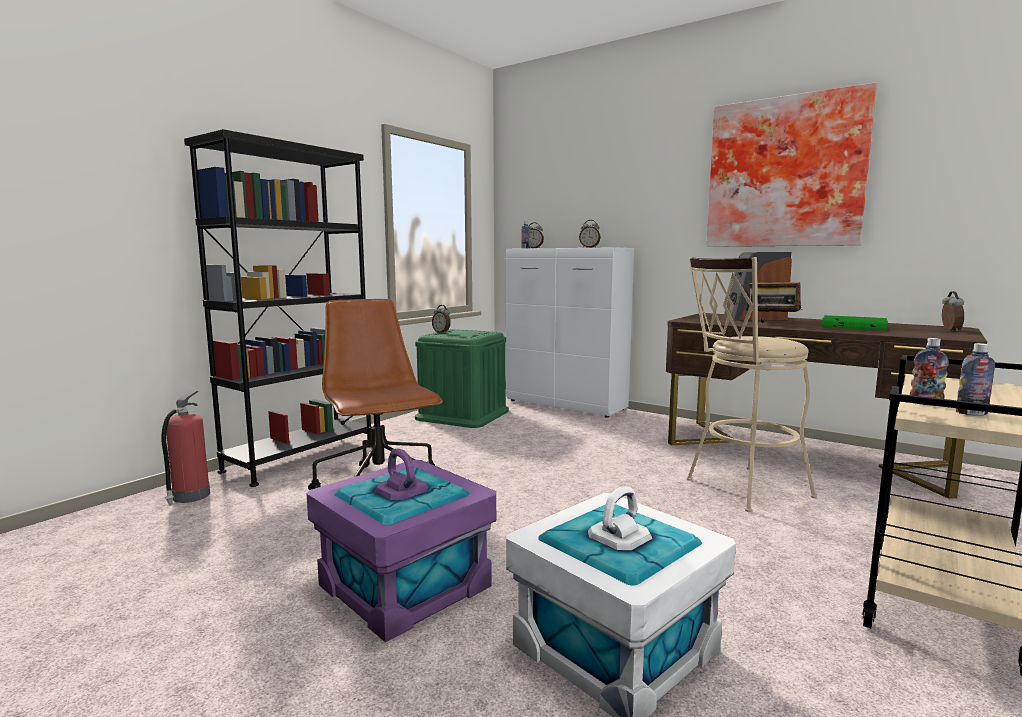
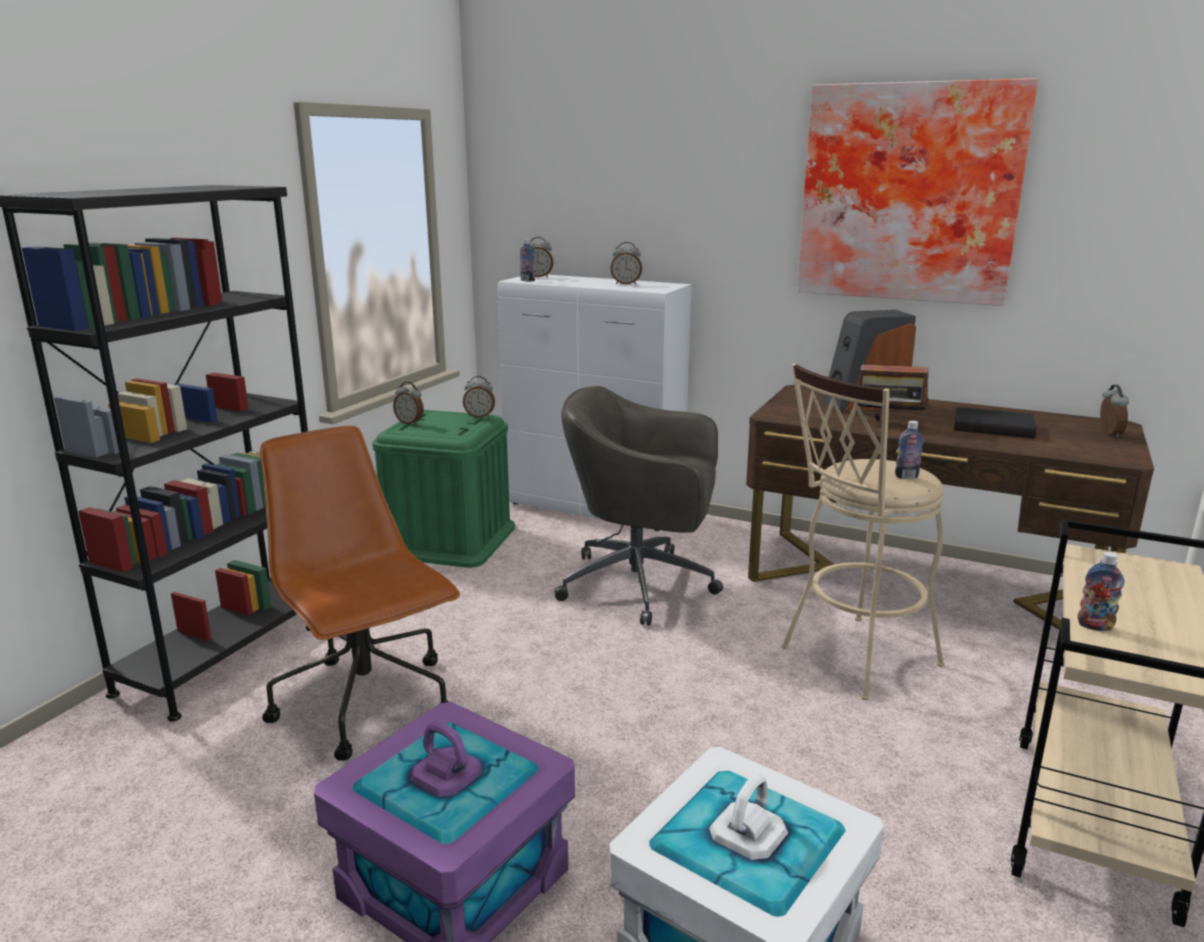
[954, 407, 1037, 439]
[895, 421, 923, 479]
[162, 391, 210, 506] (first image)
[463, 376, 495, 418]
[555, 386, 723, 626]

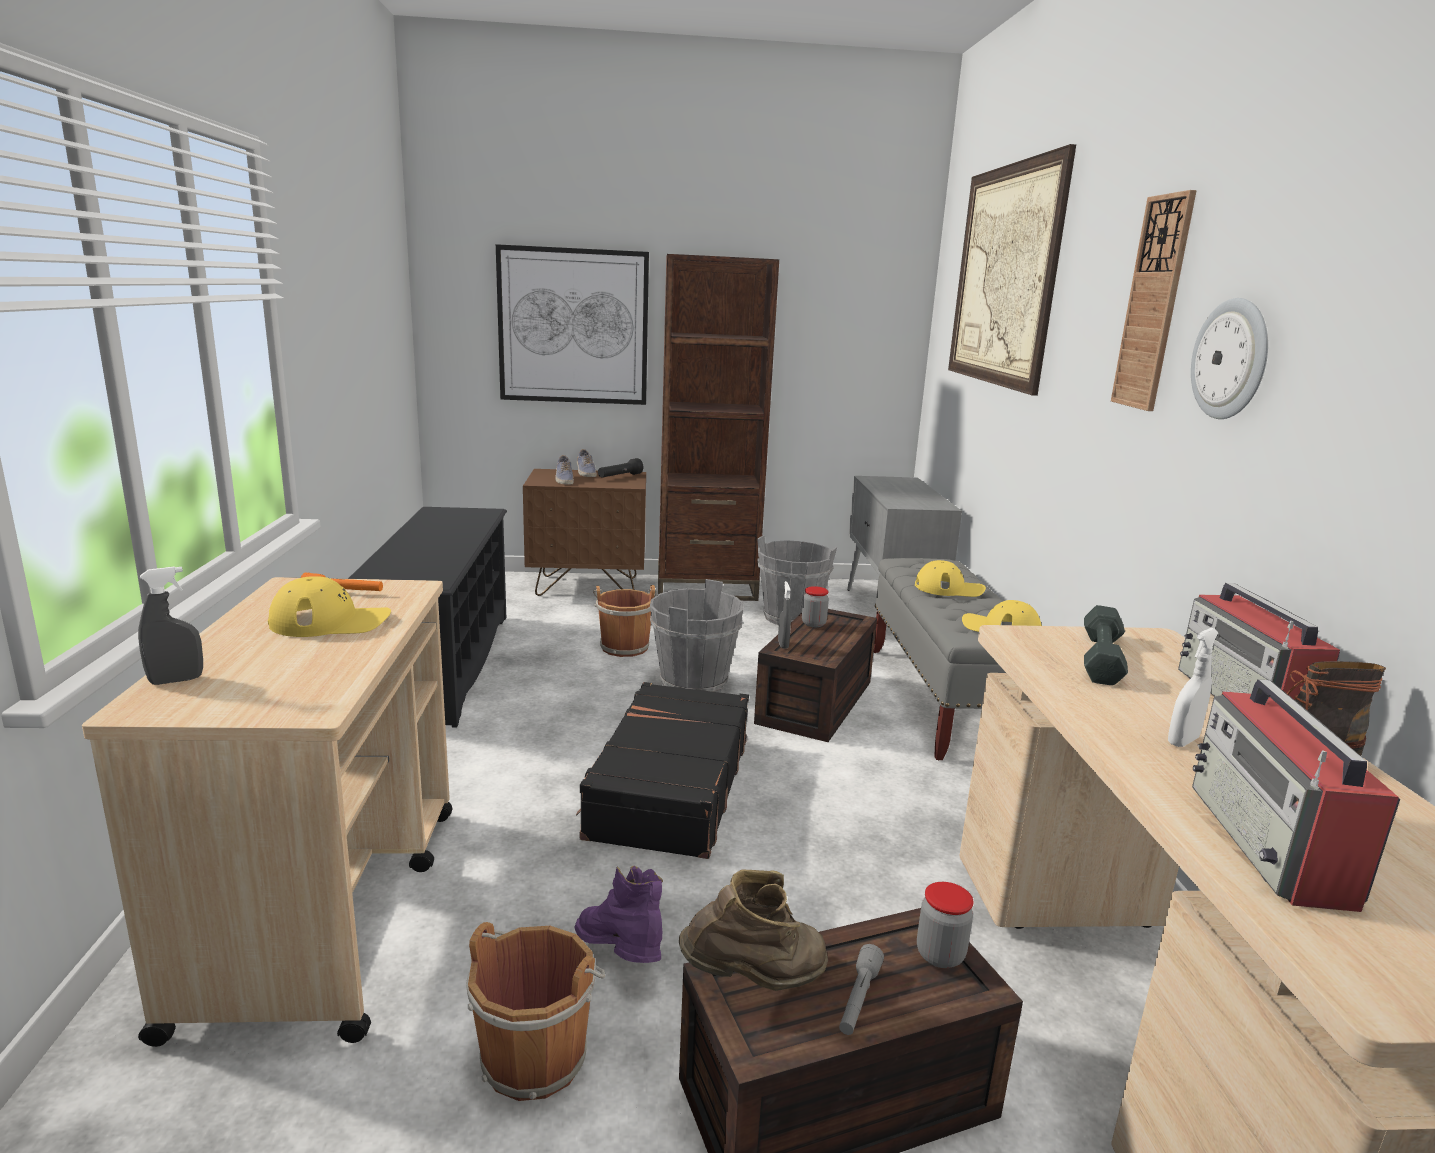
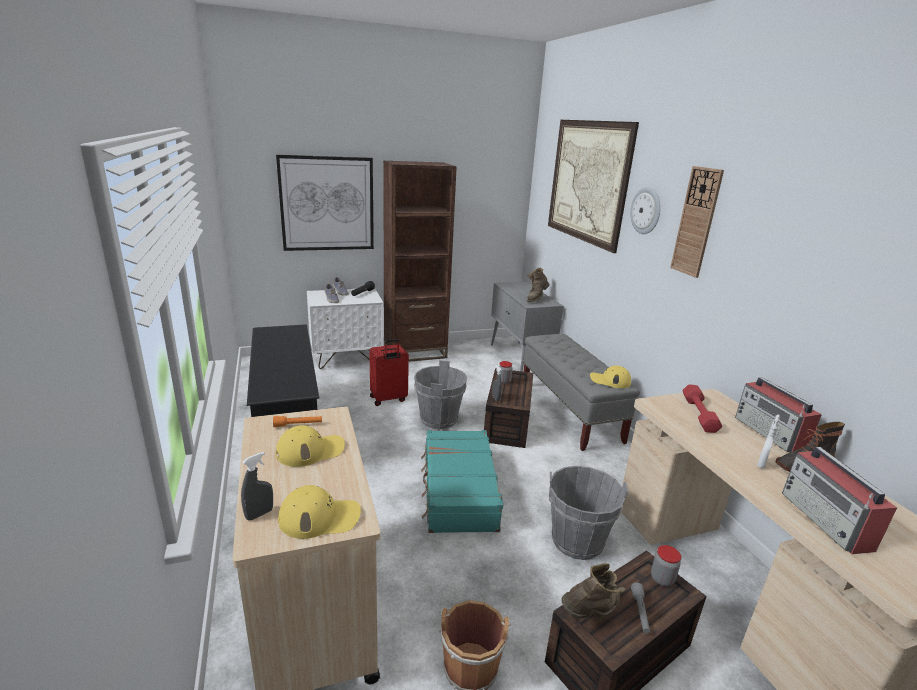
[630, 187, 660, 234]
[307, 288, 384, 369]
[549, 466, 628, 560]
[278, 485, 361, 539]
[369, 339, 409, 406]
[682, 384, 722, 433]
[421, 430, 503, 533]
[574, 865, 663, 963] (first image)
[527, 267, 550, 302]

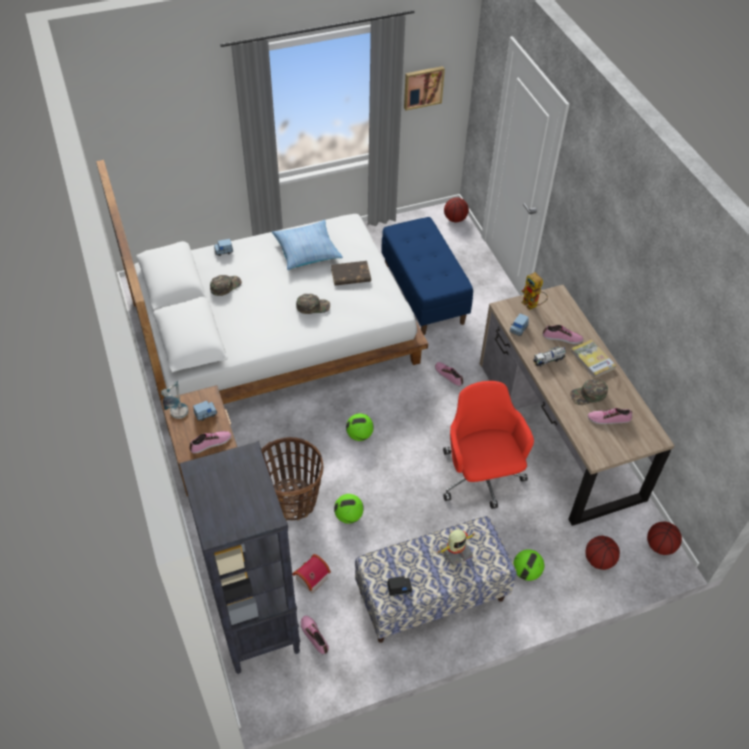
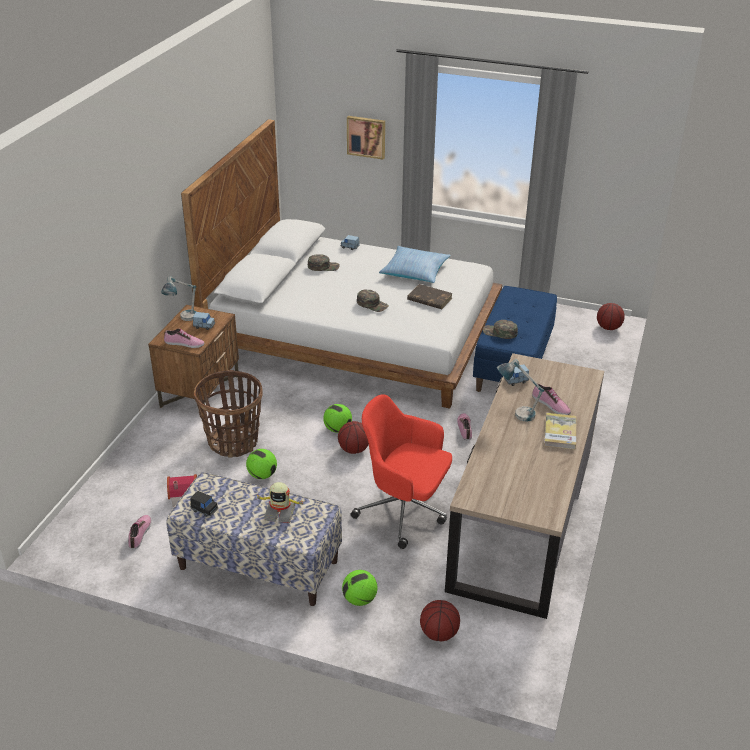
[347, 116, 385, 160]
[521, 272, 548, 310] (first image)
[497, 359, 544, 422]
[483, 320, 518, 339]
[351, 394, 452, 549]
[588, 408, 632, 424] (first image)
[180, 441, 301, 674] (first image)
[338, 421, 369, 454]

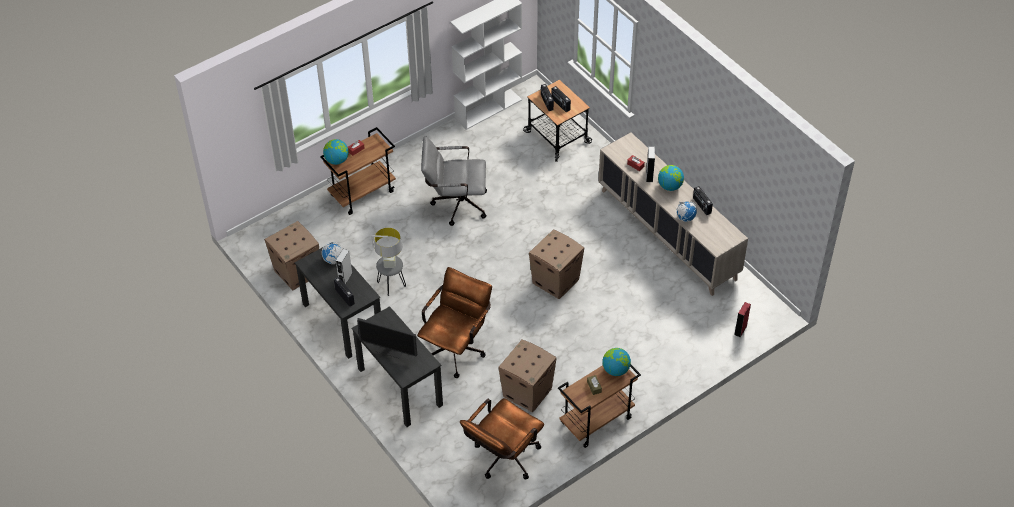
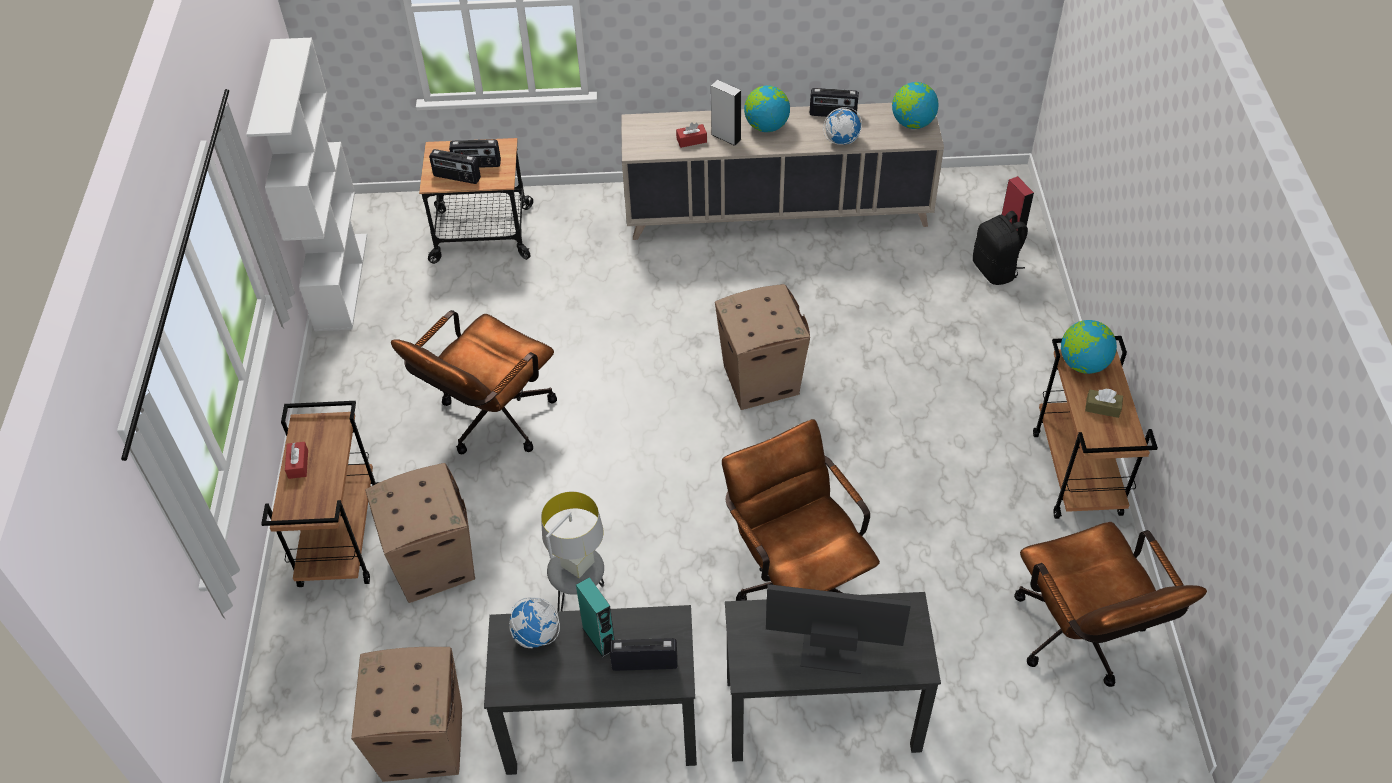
[391, 310, 557, 454]
[892, 82, 939, 129]
[576, 577, 615, 657]
[766, 584, 911, 674]
[365, 463, 475, 603]
[973, 211, 1028, 285]

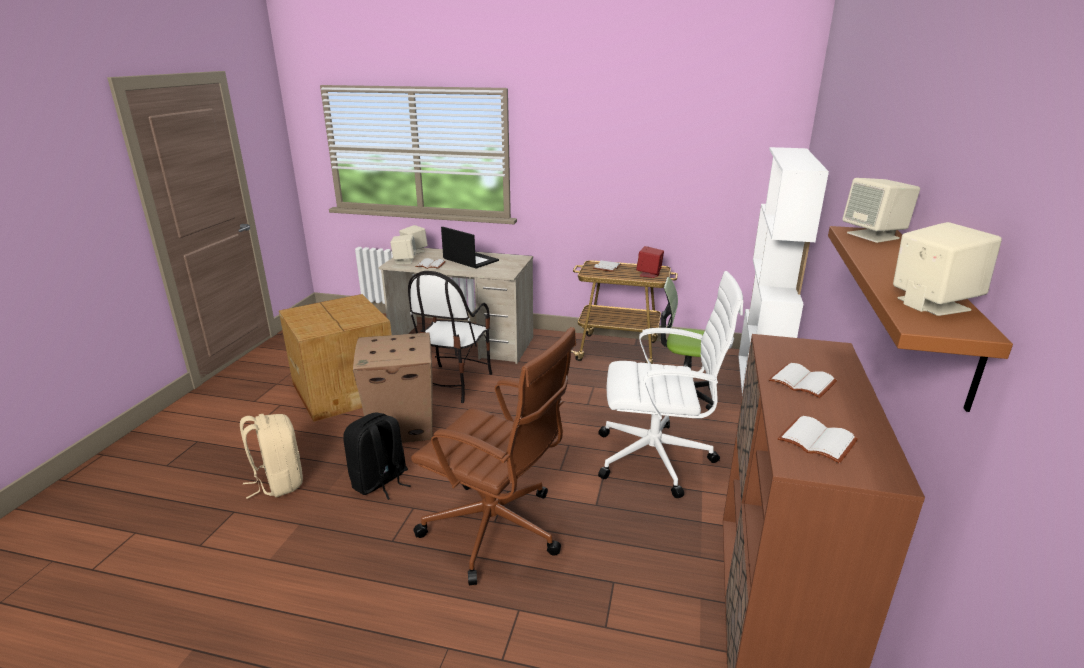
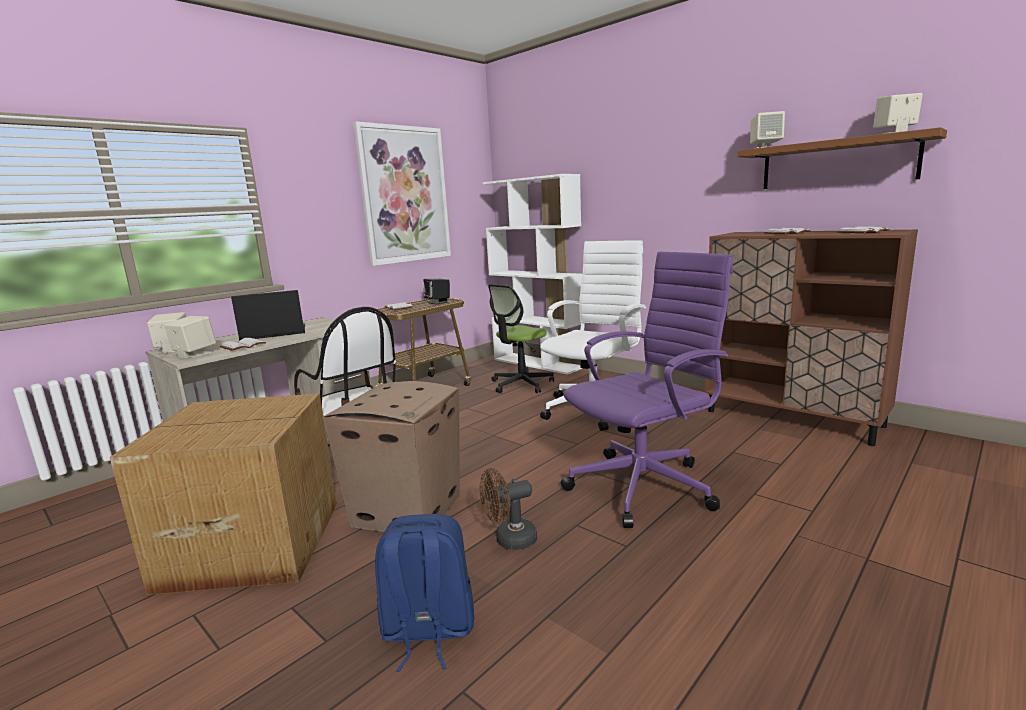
[424, 279, 450, 304]
[560, 252, 733, 528]
[479, 468, 537, 550]
[375, 514, 474, 672]
[353, 122, 451, 266]

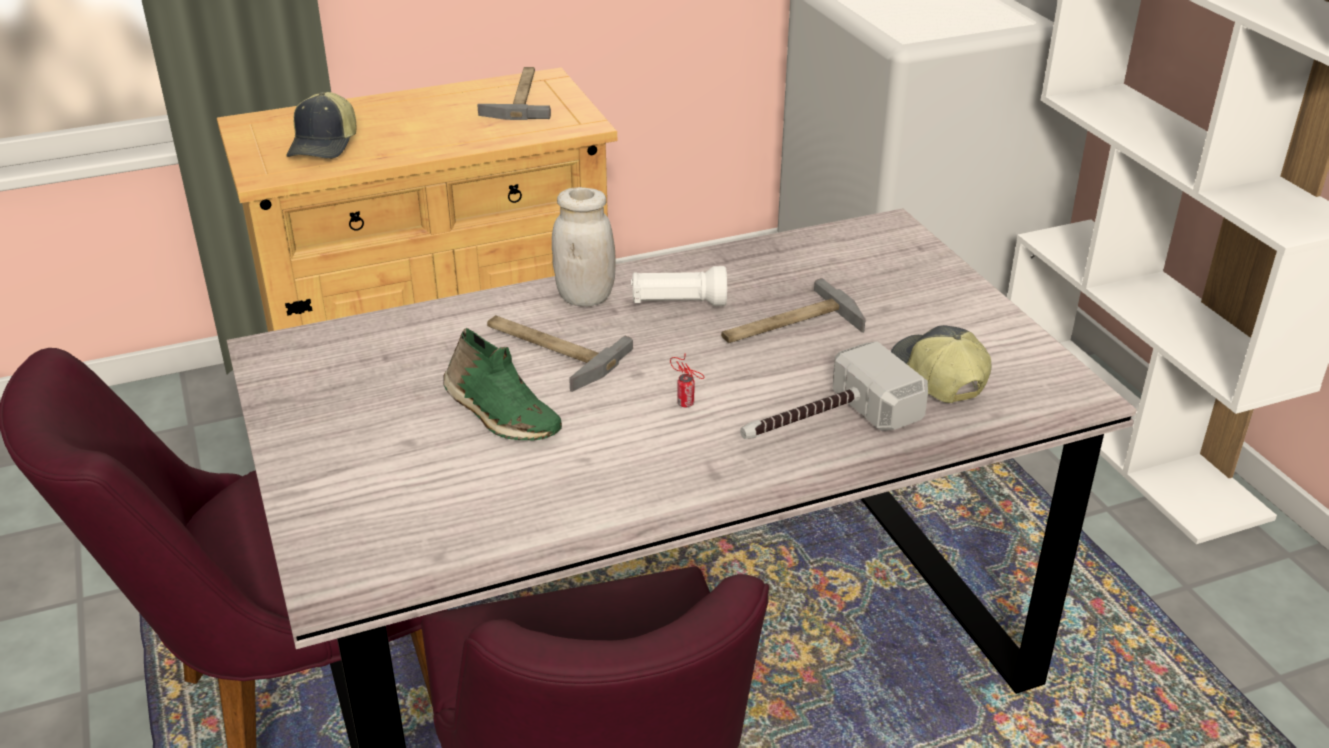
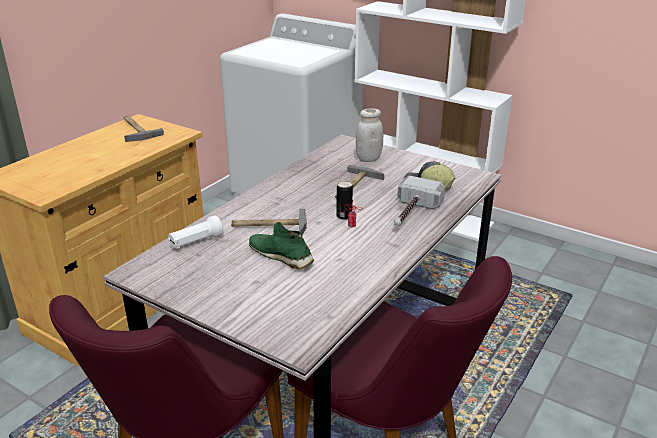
[286, 92, 356, 159] (first image)
[356, 108, 383, 162]
[168, 216, 223, 249]
[249, 222, 314, 270]
[337, 181, 353, 220]

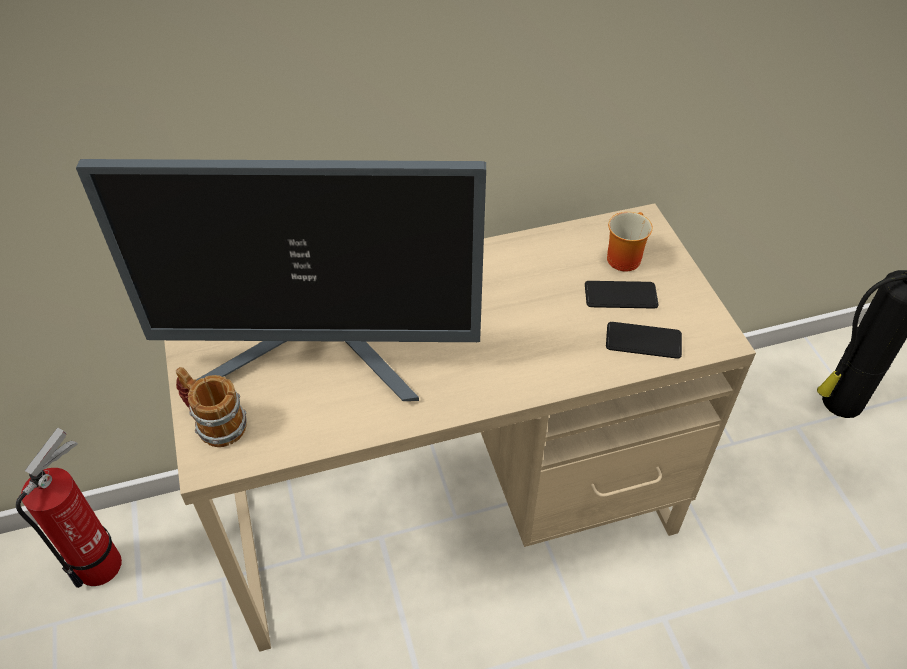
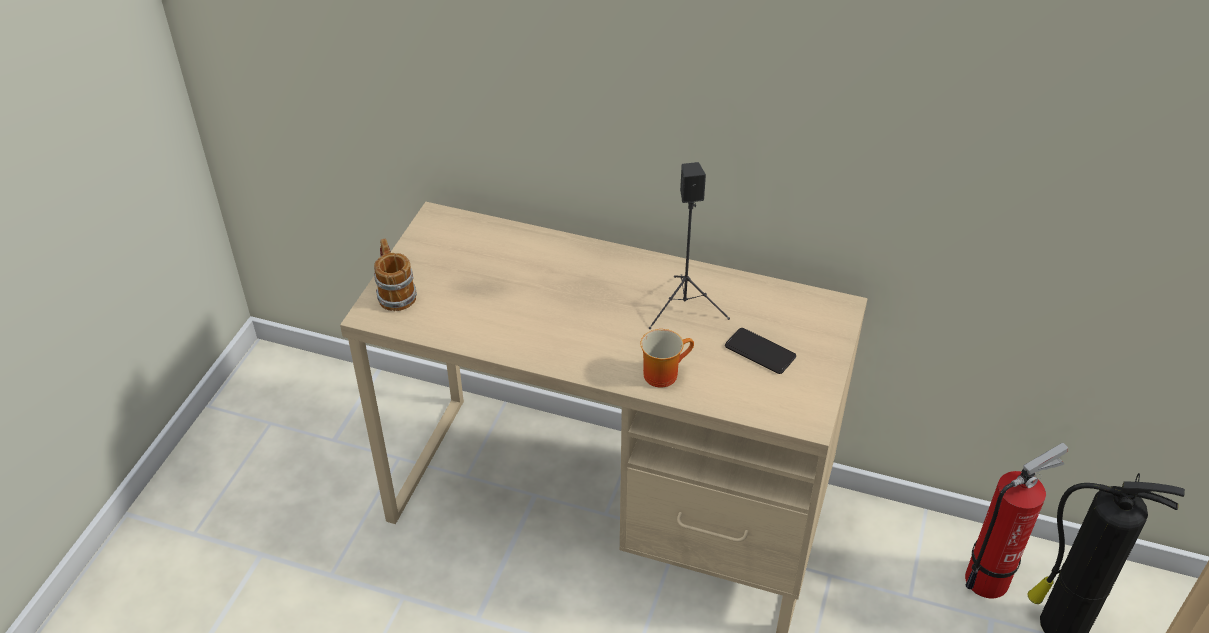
[76, 159, 486, 401] (first image)
[640, 329, 694, 388]
[606, 322, 682, 359] (first image)
[965, 443, 1068, 598]
[649, 162, 730, 329]

